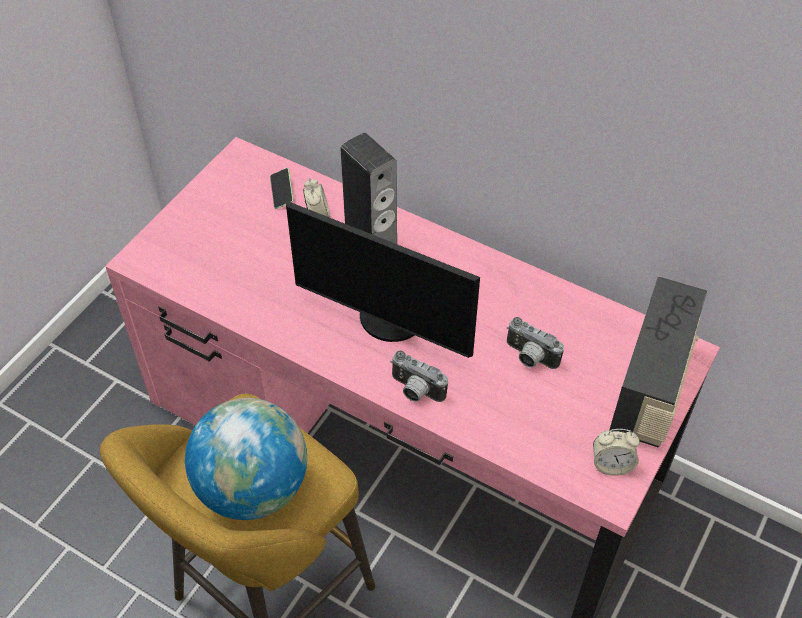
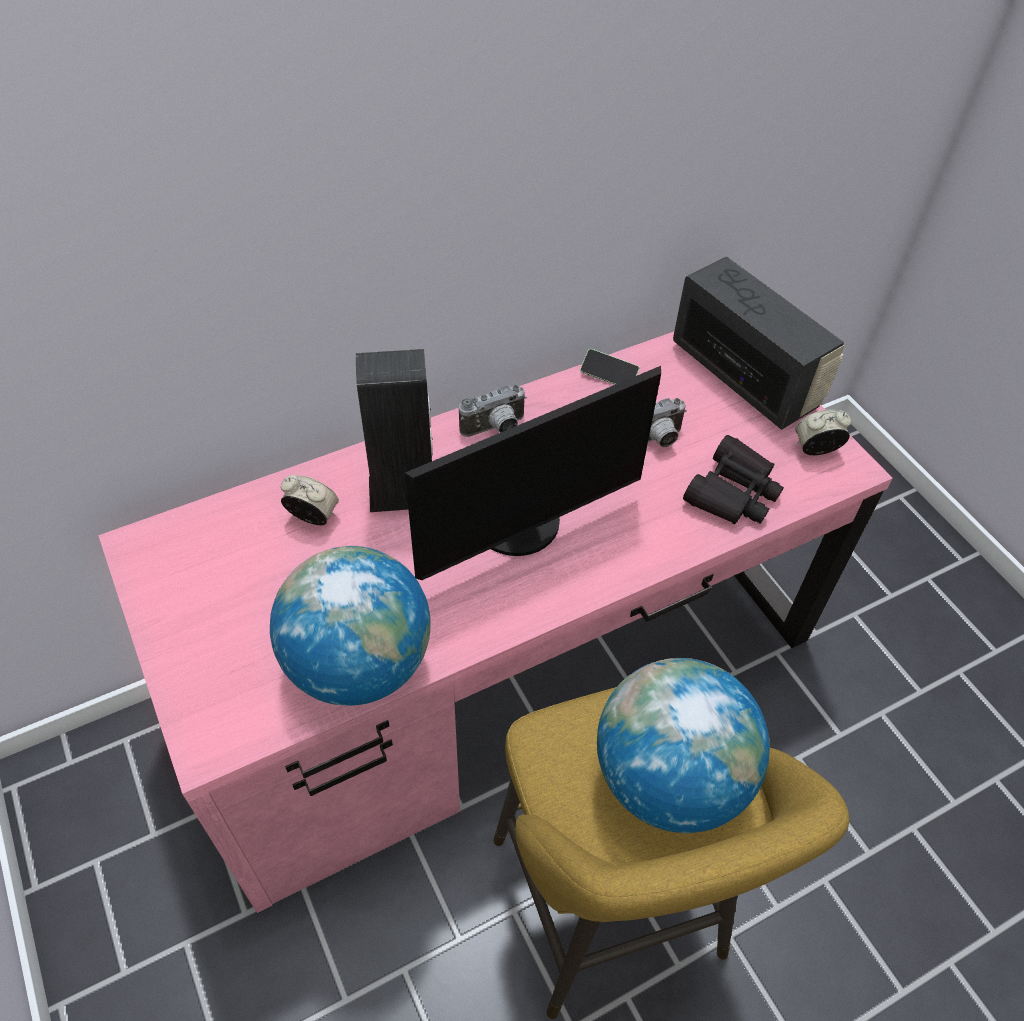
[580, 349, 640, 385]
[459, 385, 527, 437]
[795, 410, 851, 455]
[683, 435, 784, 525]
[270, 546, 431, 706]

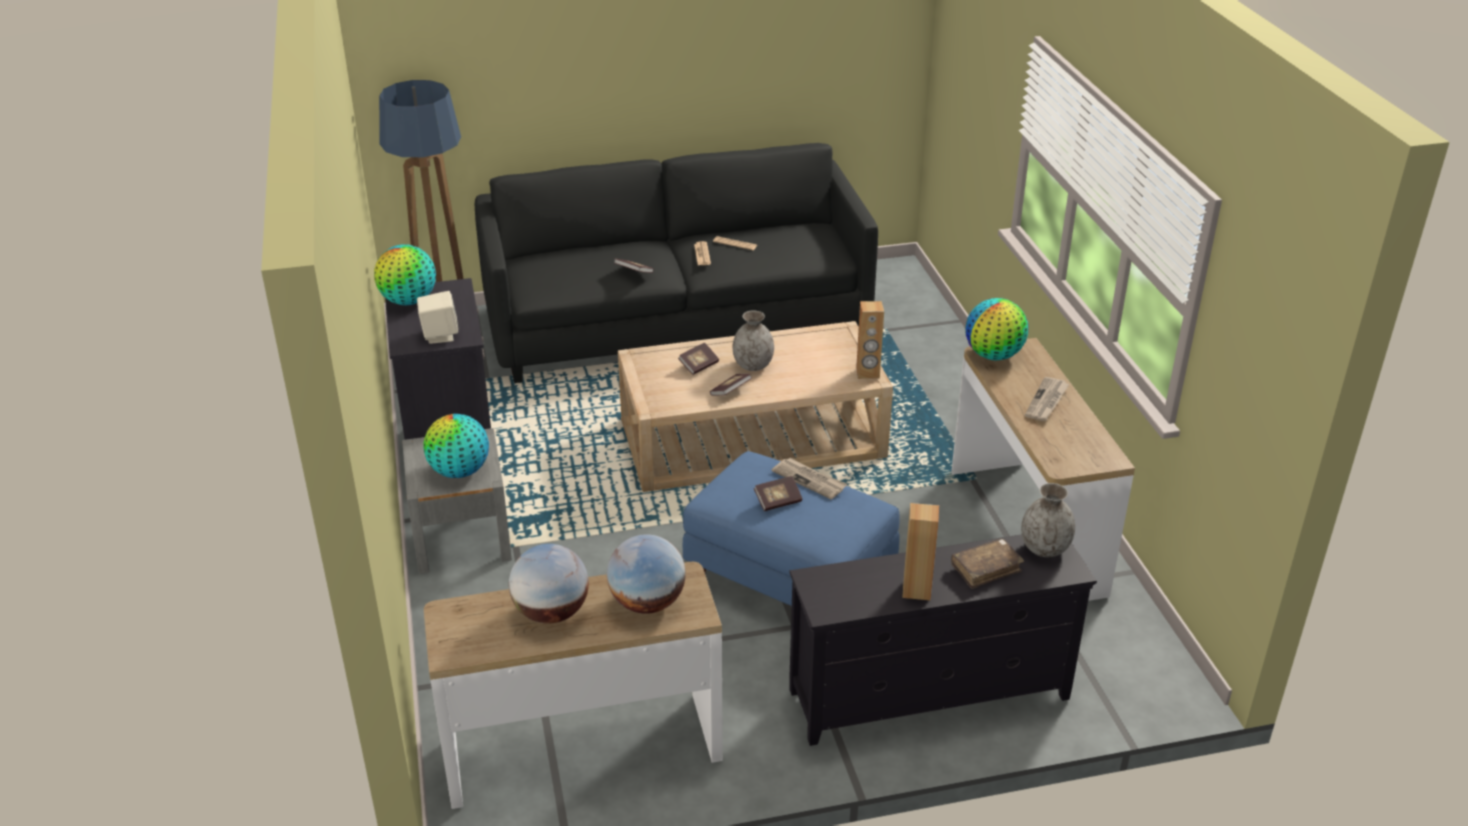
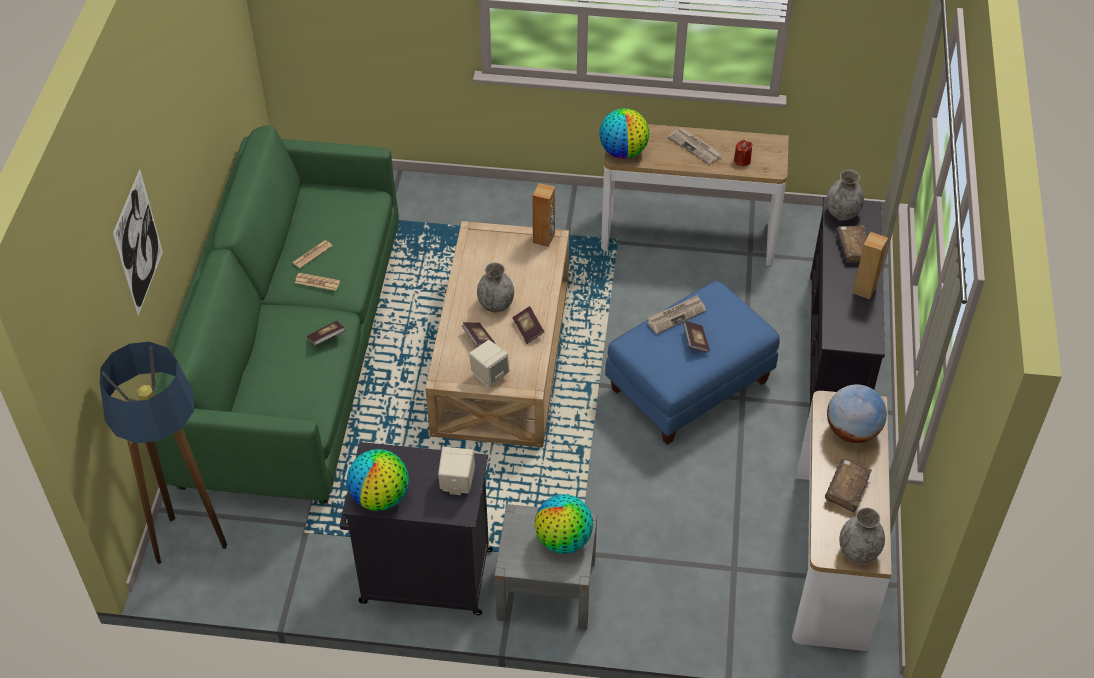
[154, 126, 399, 504]
[825, 459, 872, 512]
[734, 140, 753, 166]
[113, 169, 163, 316]
[469, 340, 510, 388]
[839, 508, 885, 563]

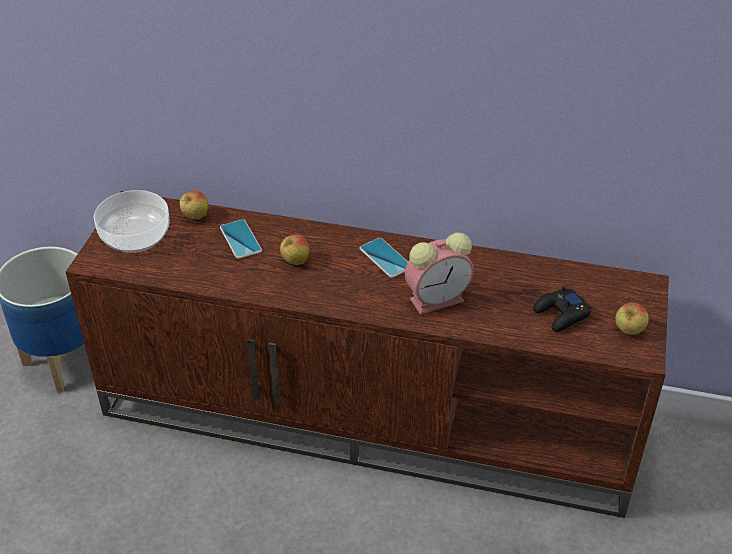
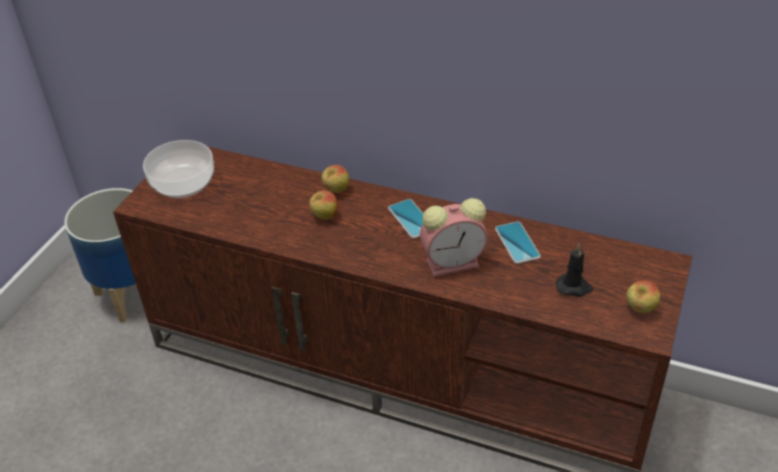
[322, 165, 349, 193]
[495, 222, 541, 264]
[556, 244, 593, 297]

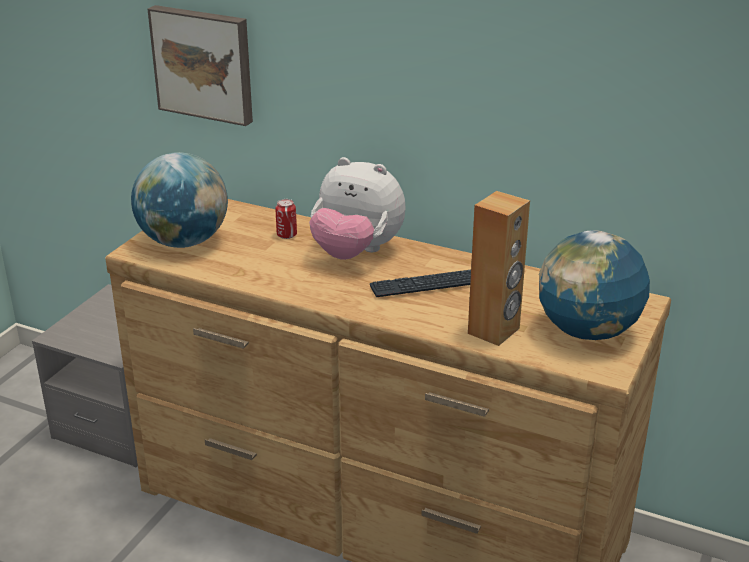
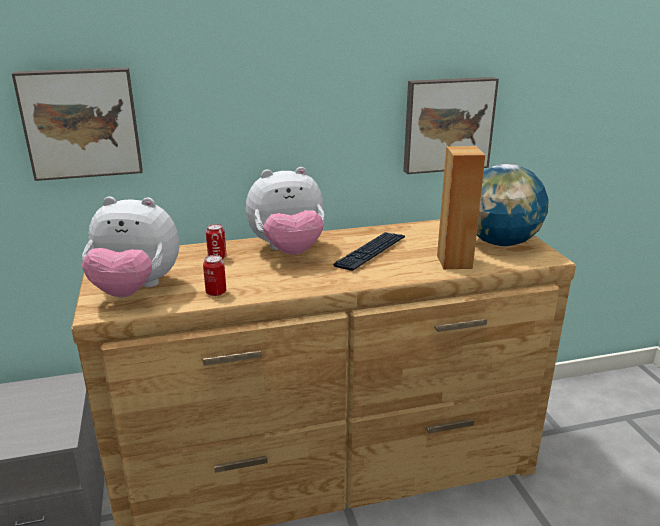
[82, 196, 179, 297]
[403, 77, 499, 174]
[203, 255, 226, 296]

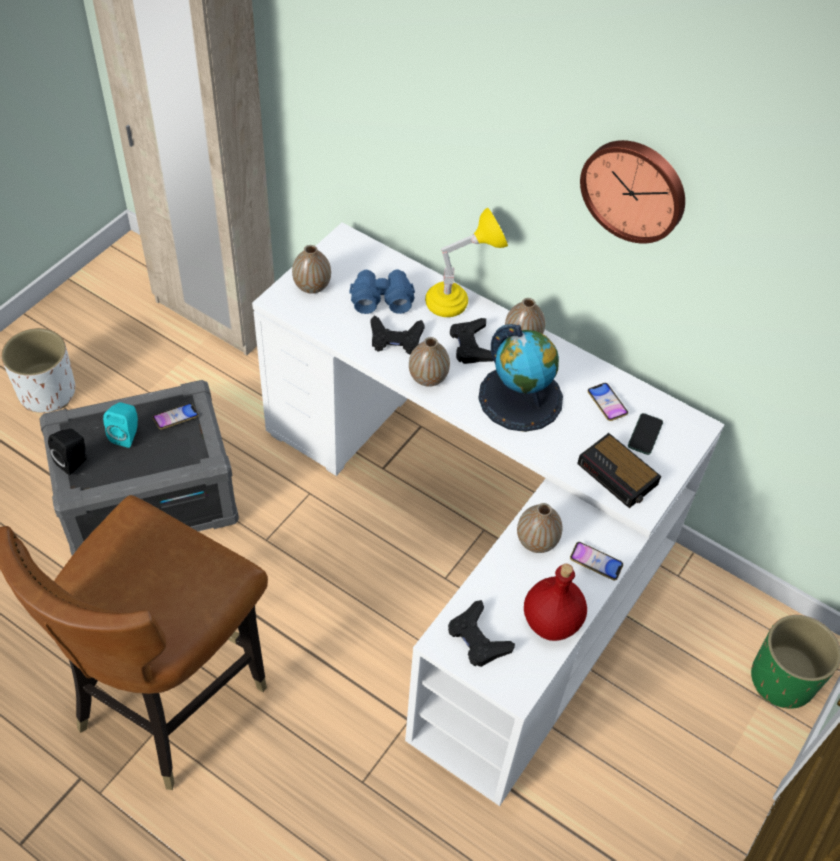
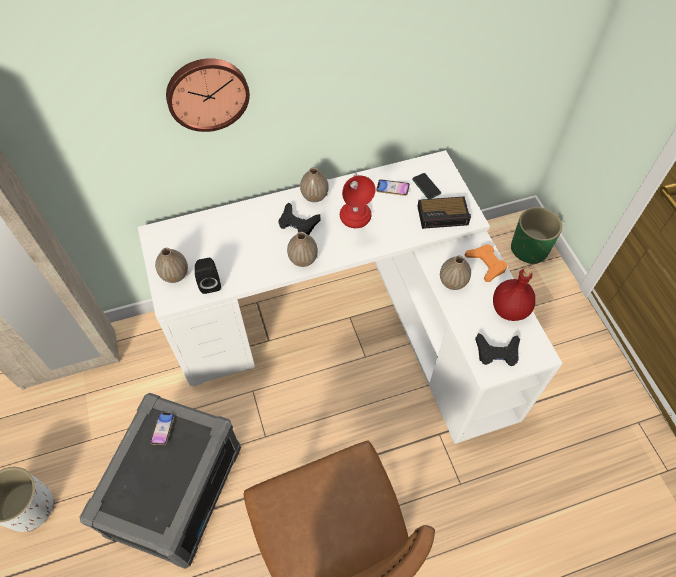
[166, 58, 250, 132]
[425, 208, 508, 317] (first image)
[350, 269, 415, 314] (first image)
[371, 316, 425, 354] (first image)
[340, 173, 375, 228]
[103, 402, 138, 448] (first image)
[195, 258, 221, 294]
[465, 244, 507, 282]

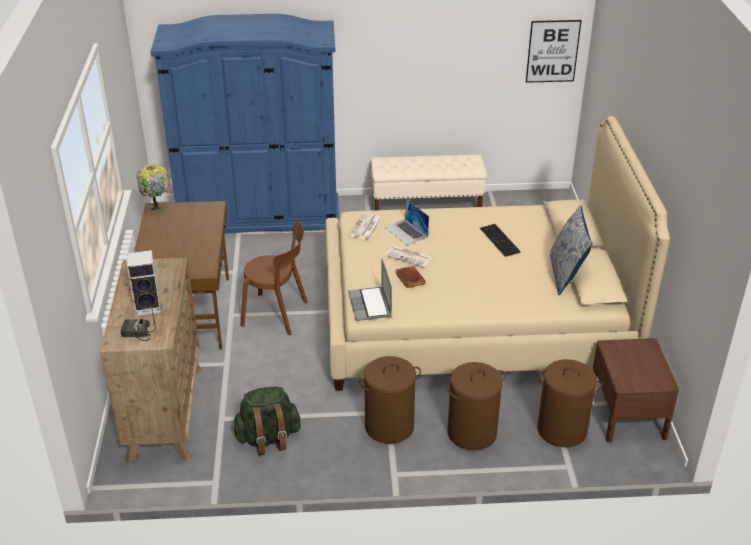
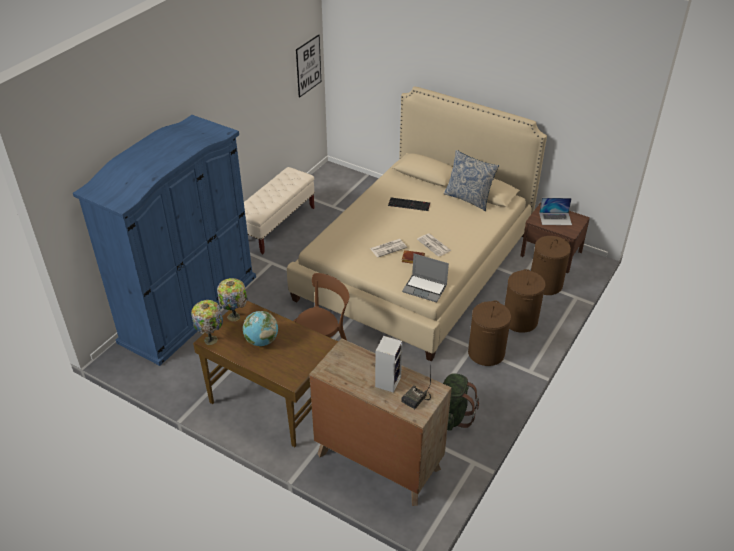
[539, 198, 572, 225]
[417, 233, 451, 257]
[217, 278, 248, 321]
[243, 311, 278, 346]

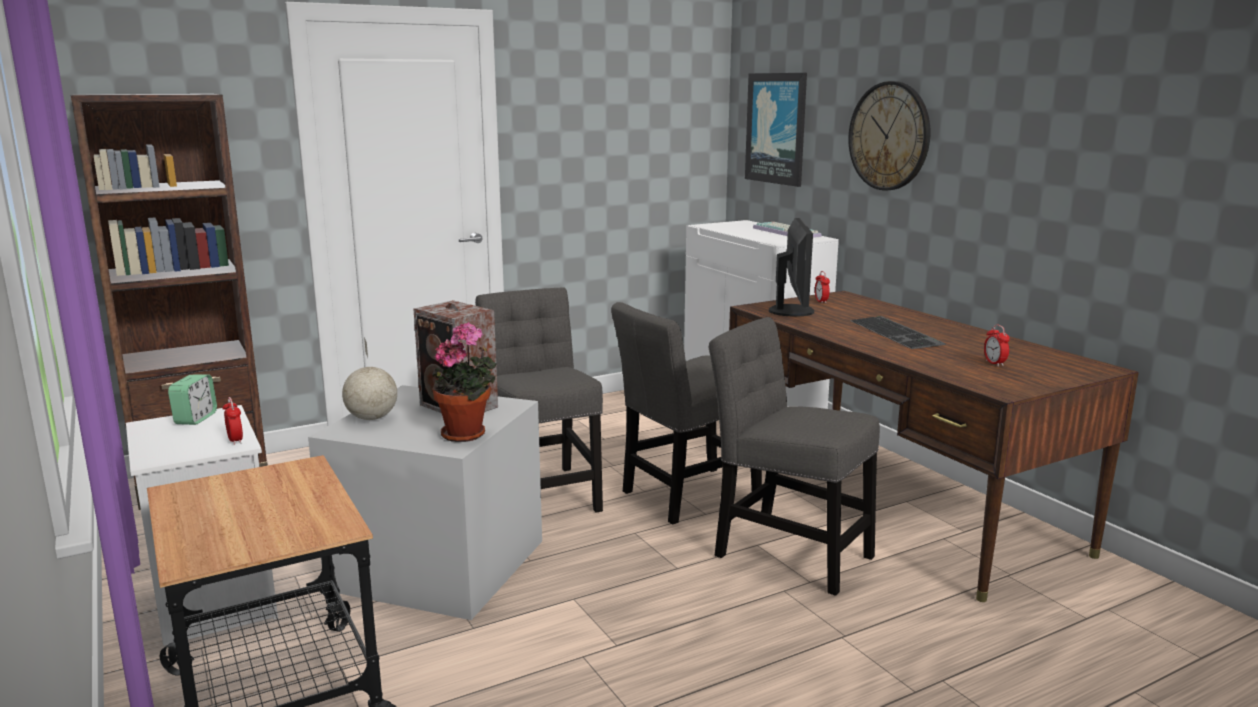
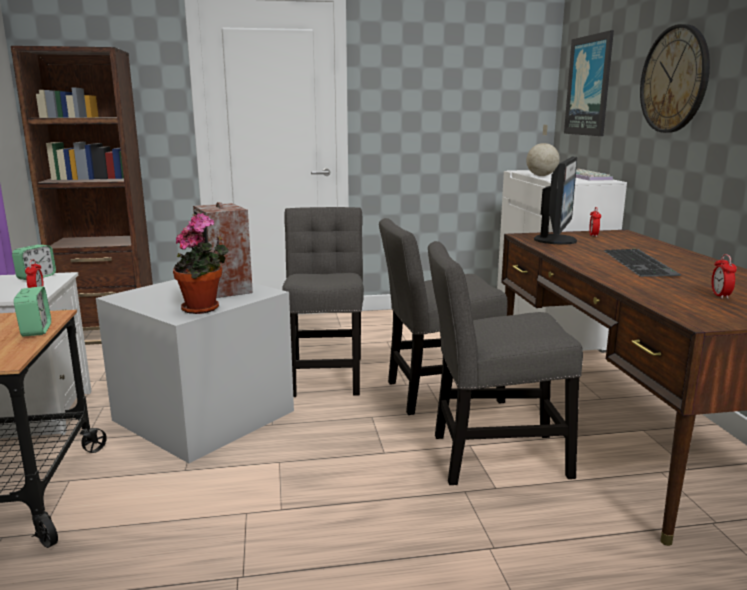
[428, 241, 583, 485]
[526, 125, 560, 176]
[14, 286, 51, 337]

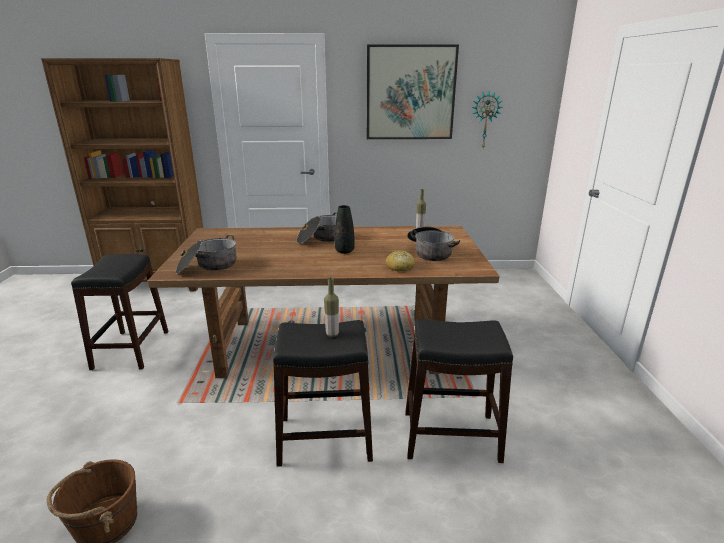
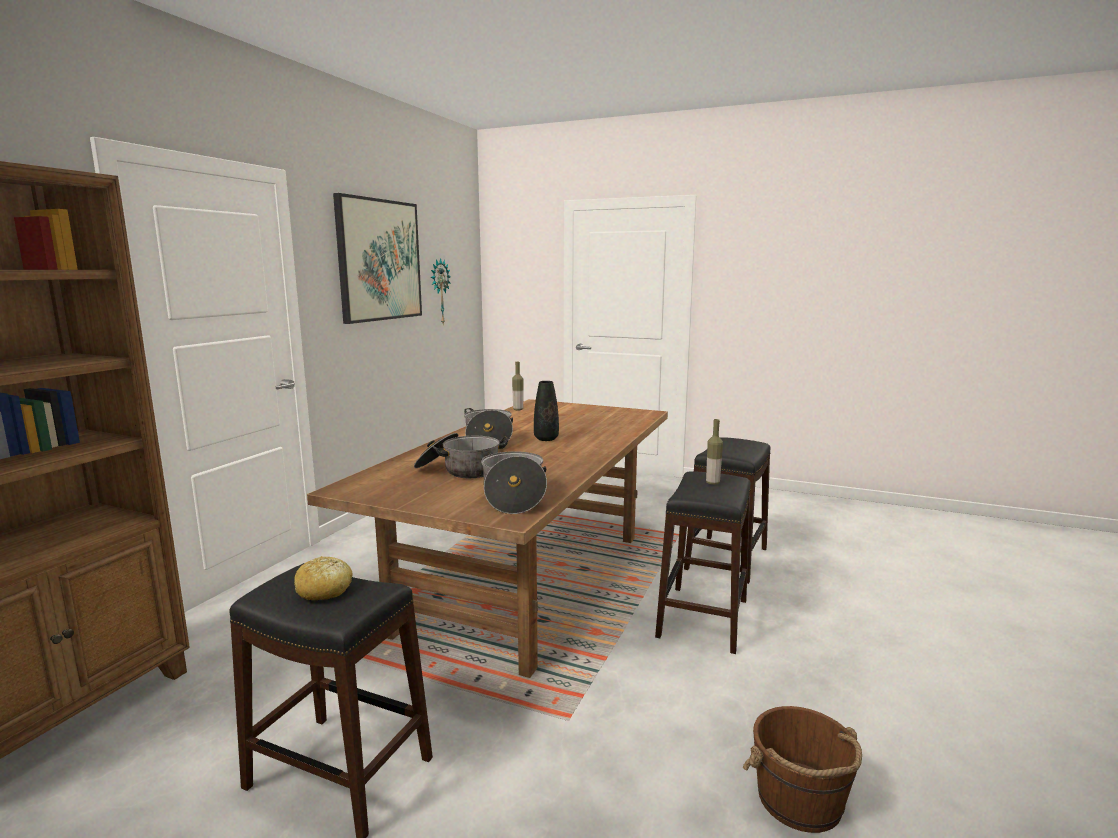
[414, 433, 508, 478]
[294, 556, 352, 600]

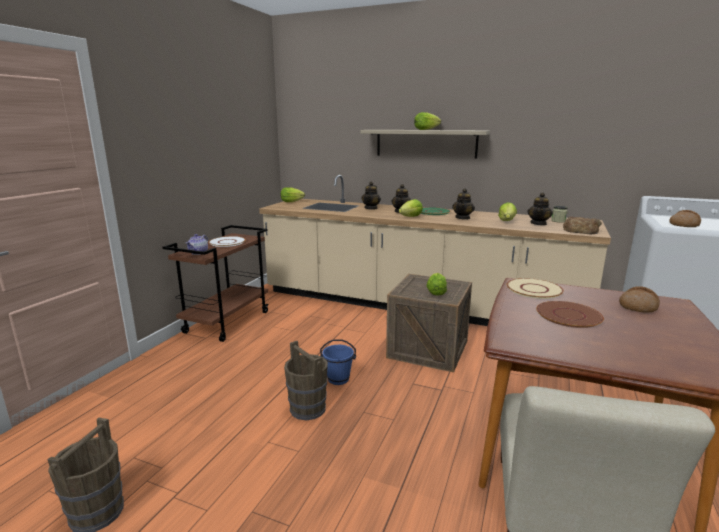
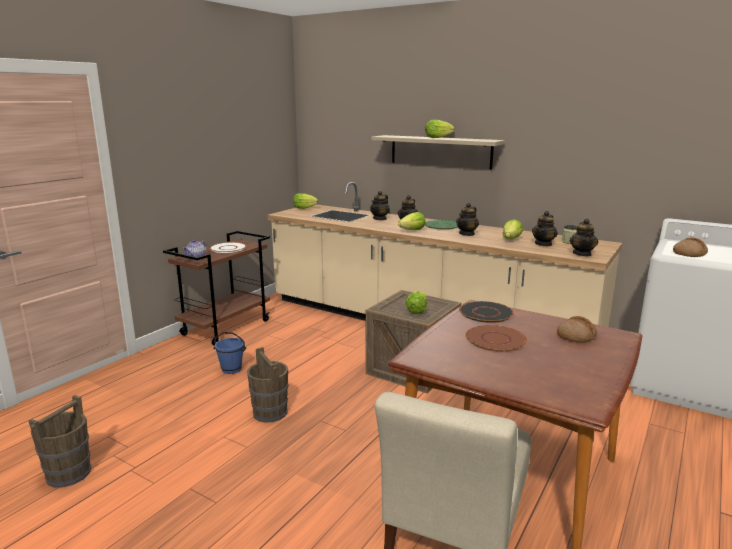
[570, 218, 598, 256]
[459, 301, 514, 323]
[214, 332, 246, 374]

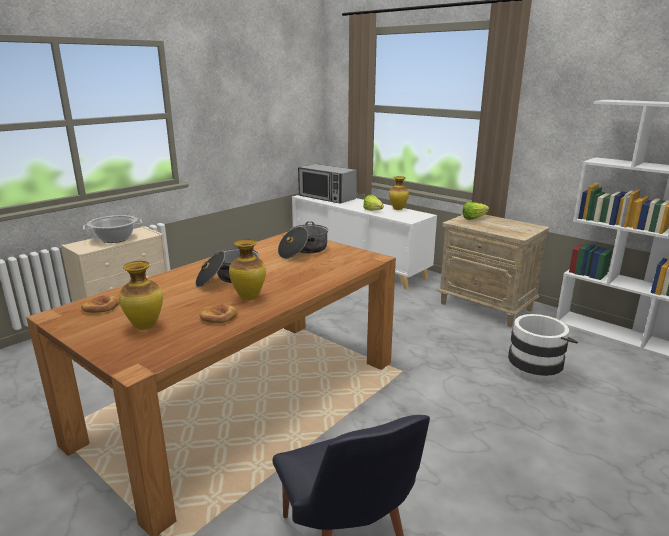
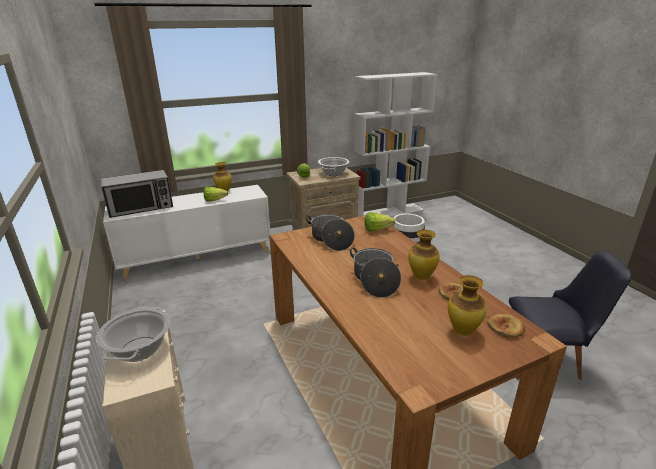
[487, 314, 525, 338]
[318, 157, 349, 176]
[365, 212, 395, 232]

